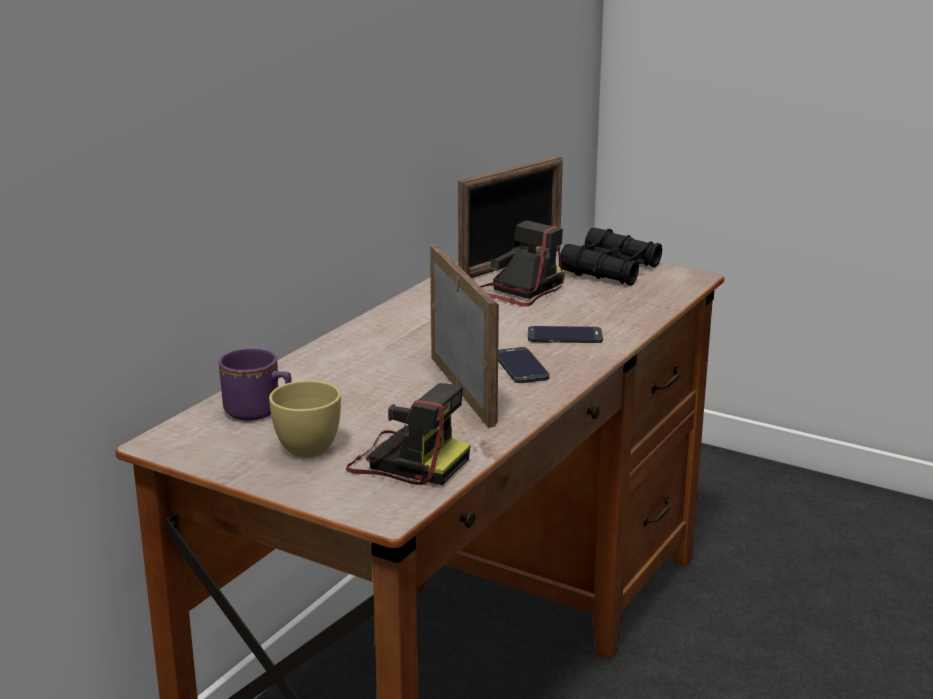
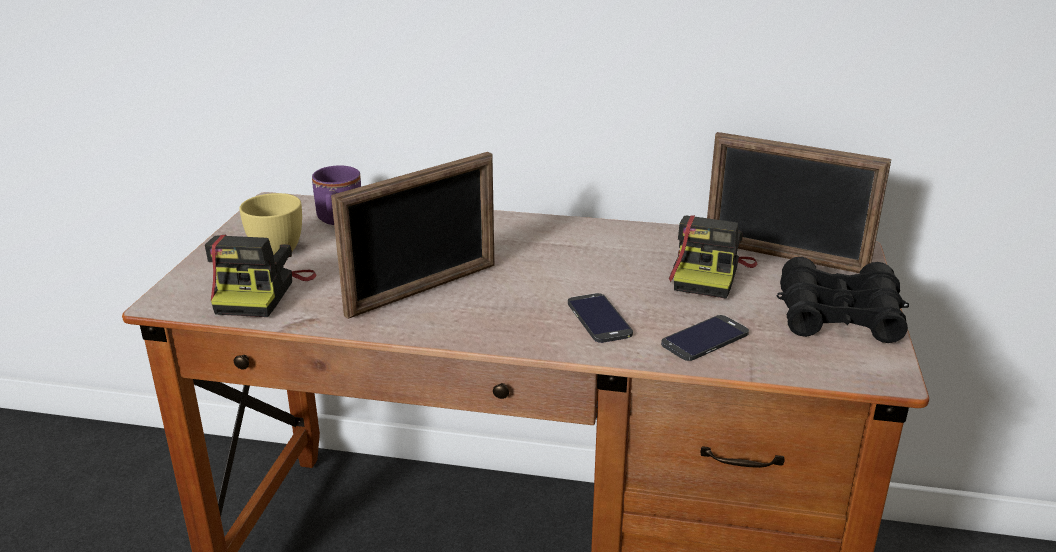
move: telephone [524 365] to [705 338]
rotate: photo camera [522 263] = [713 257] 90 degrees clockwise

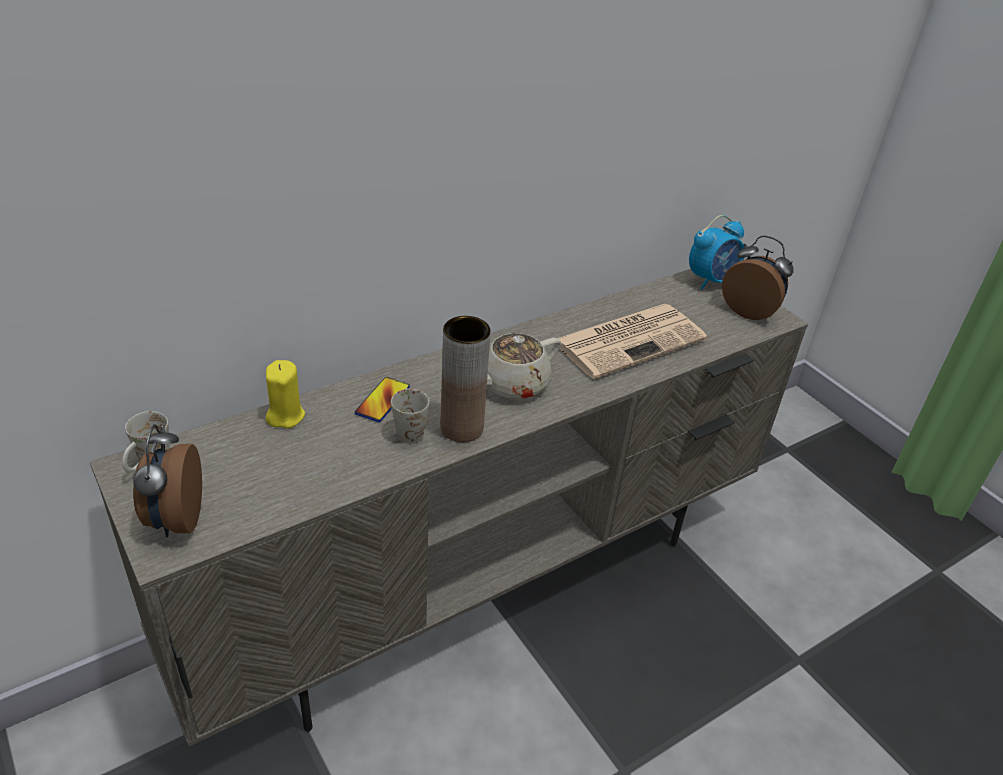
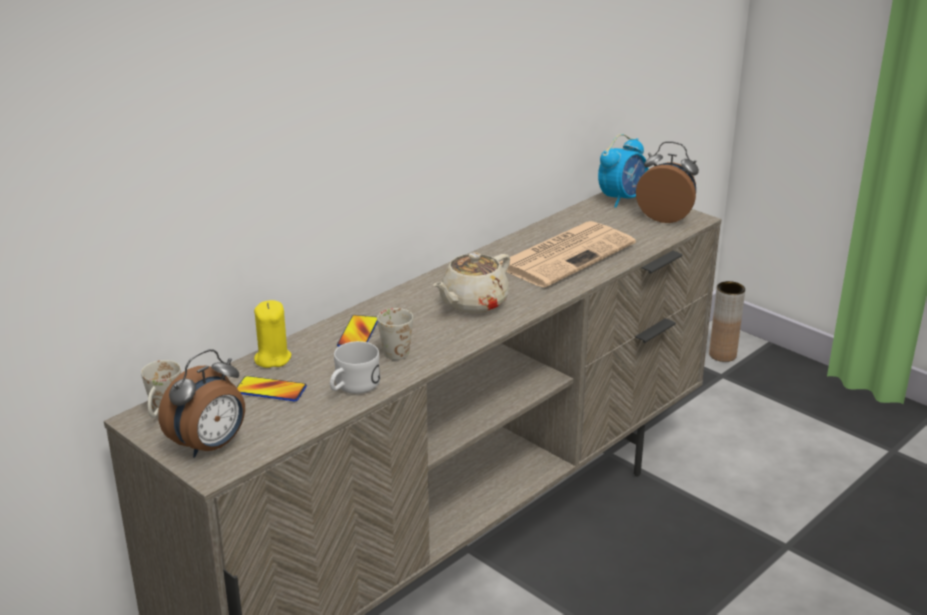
insert: white-coloured coffee mug [355 367]; telephone [271 388]
move: brownish flower vase [465 379] to [727 321]
rotate: table clock [167 480] = [201 403] 120 degrees counterclockwise

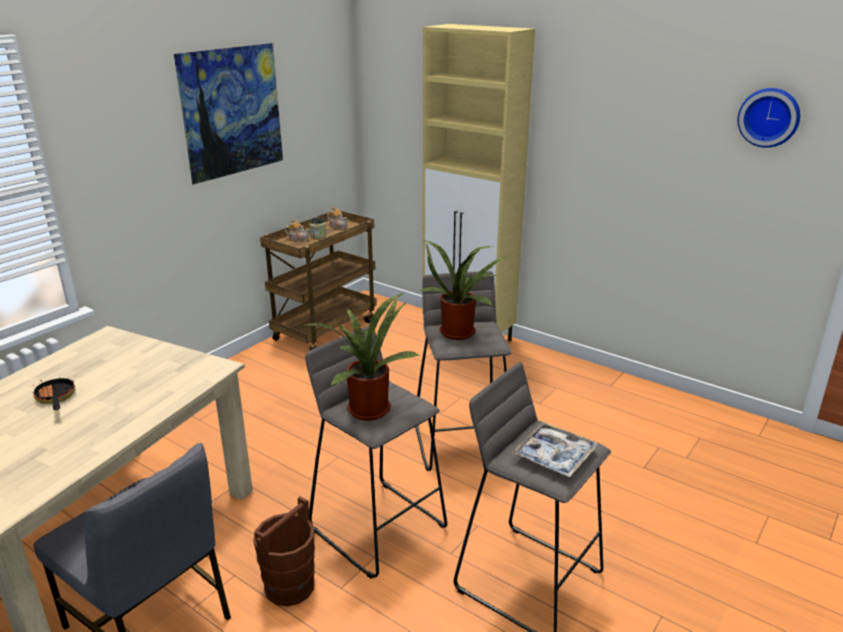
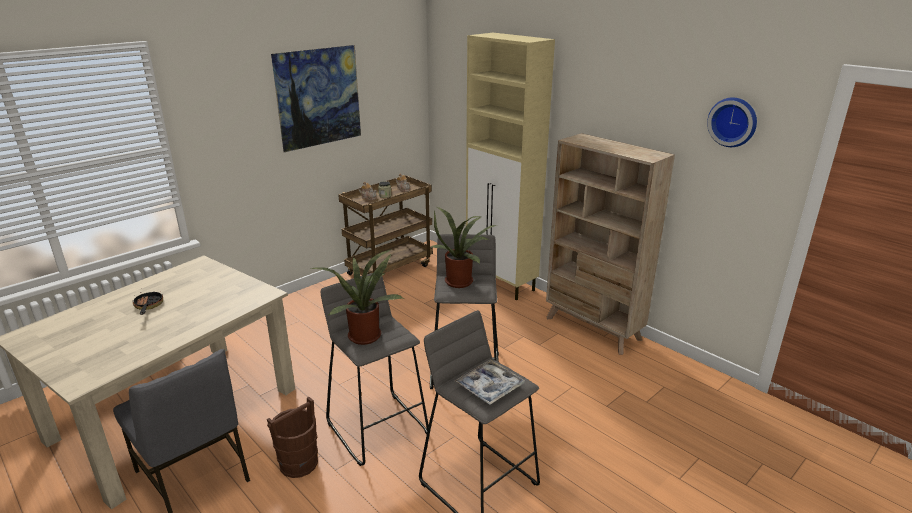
insert: beige-coloured bookcase [610 244]

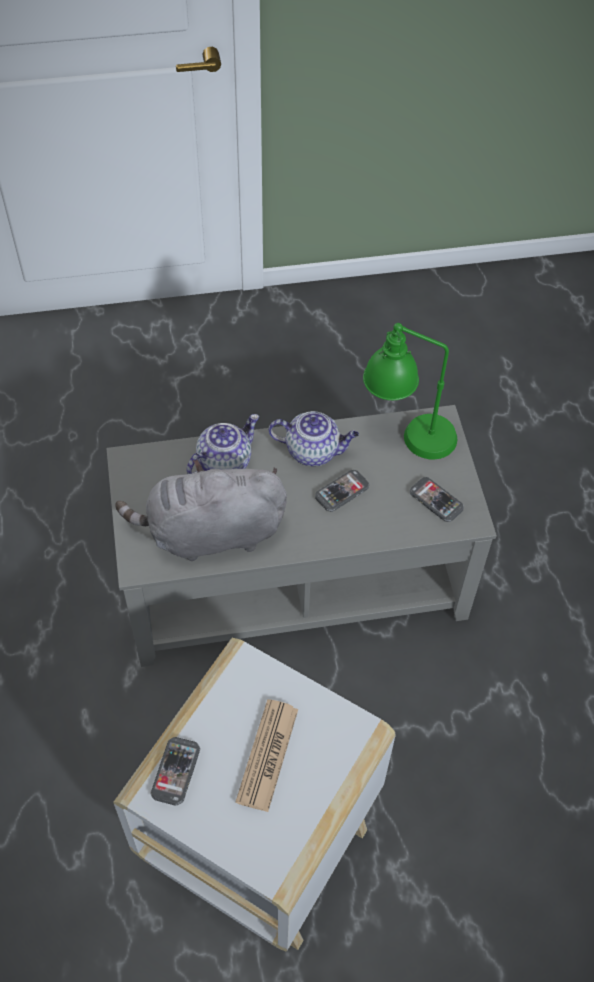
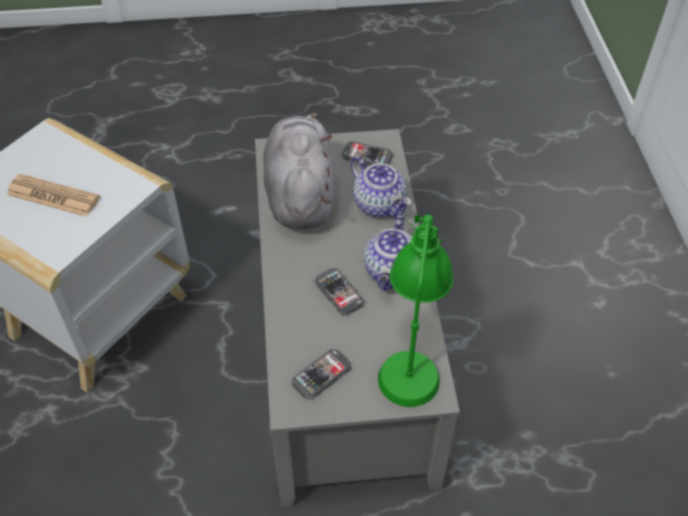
move: telephone [175 771] to [367 153]

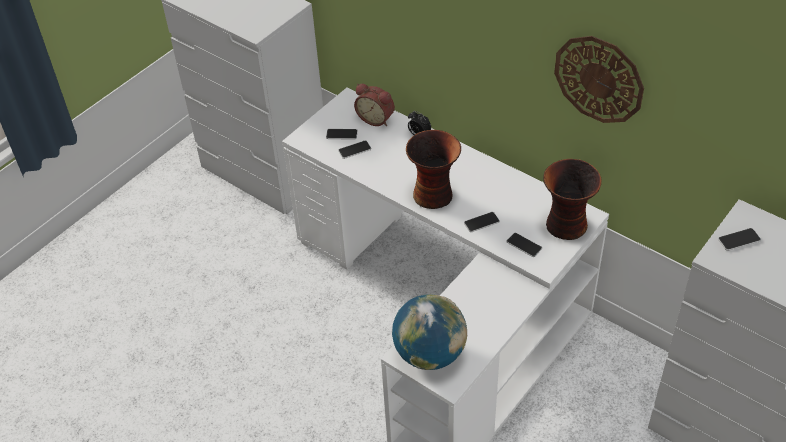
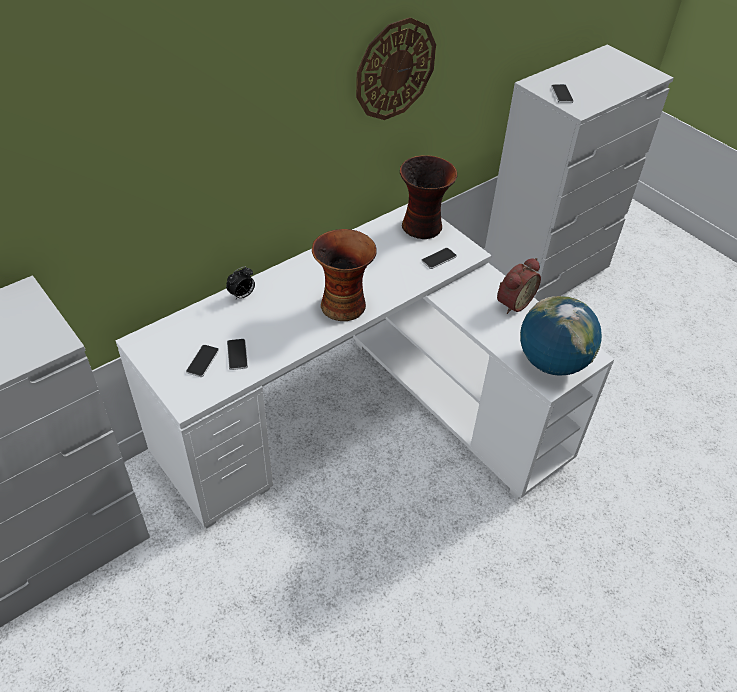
delete: telephone [482 222]
move: table clock [374 105] to [519 286]

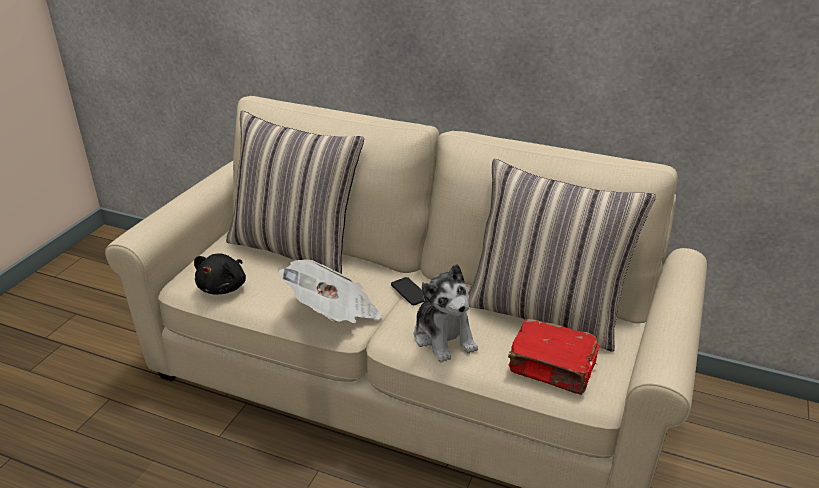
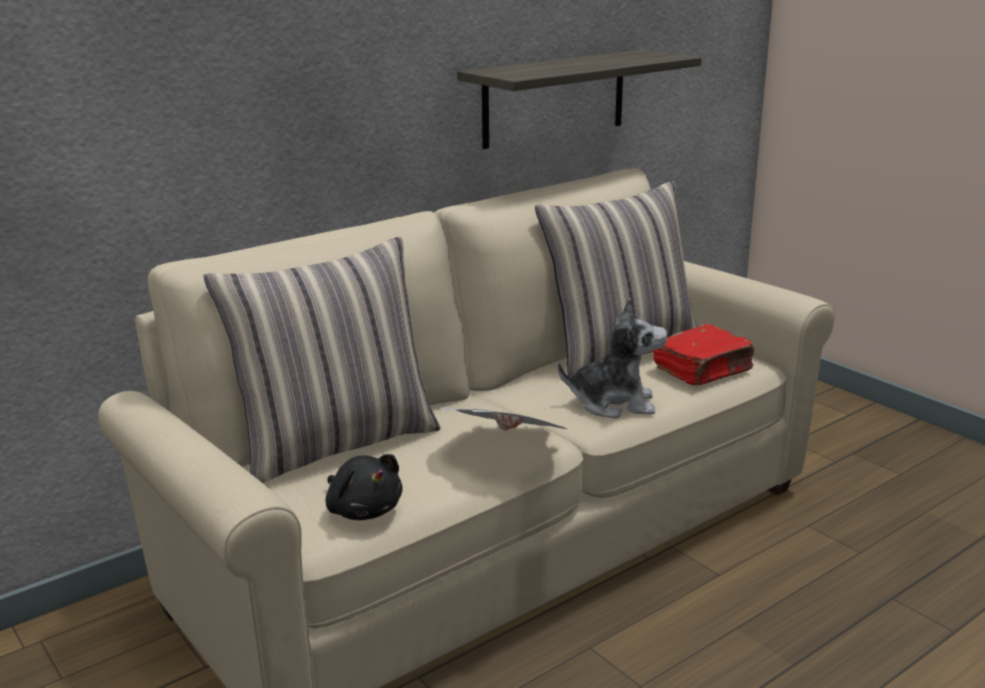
delete: telephone [407 291]
insert: wall shelf [579 99]

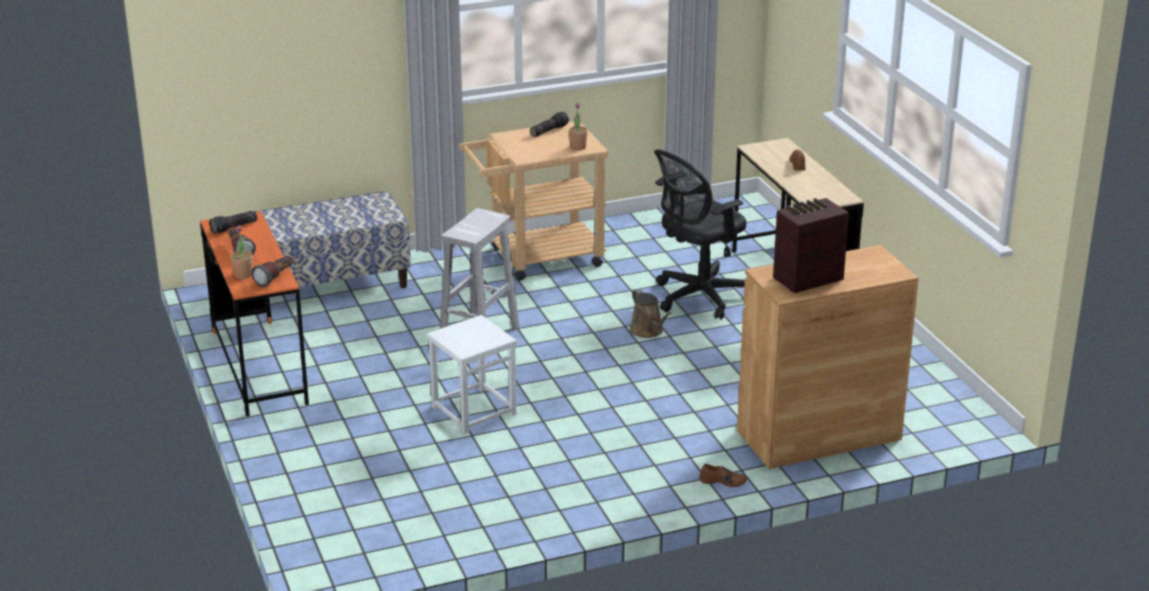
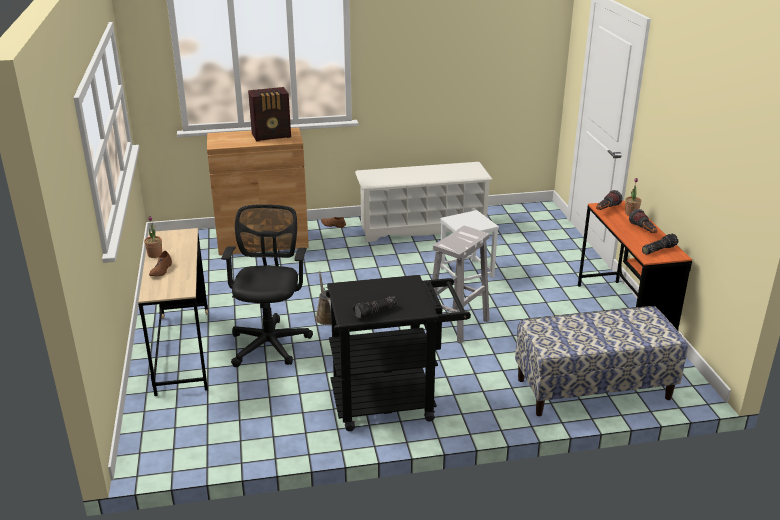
insert: white-coloured shoe stand [424 202]
move: houseplant [578 126] to [153 237]
recolor: beige-coloured trolley [534 201] to black trolley [398 353]
rotate: black office chair [700 234] = [267 285] 60 degrees counterclockwise

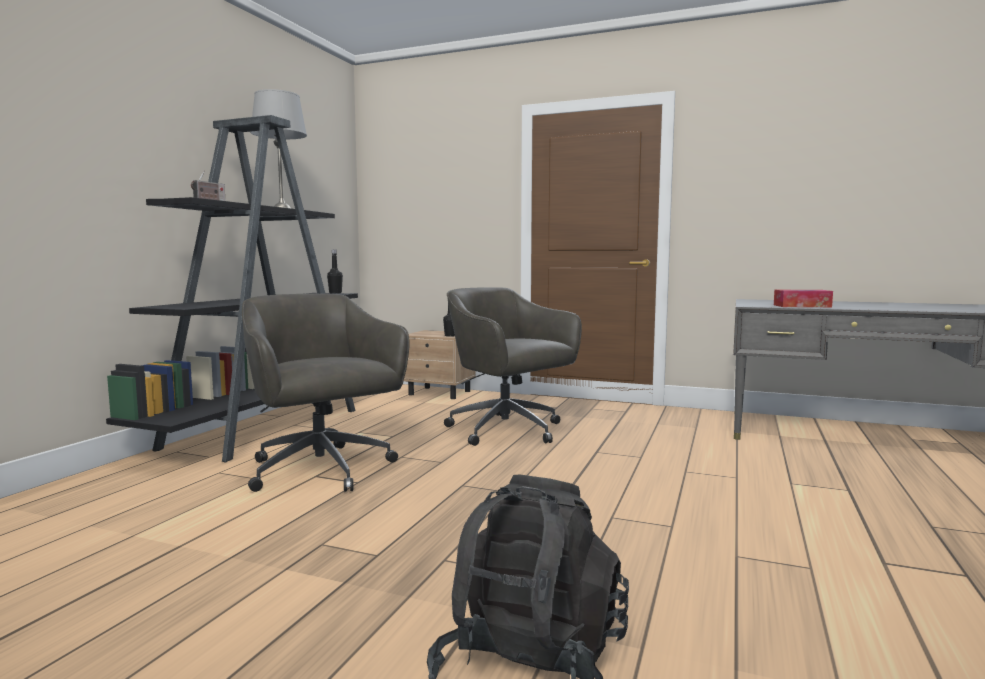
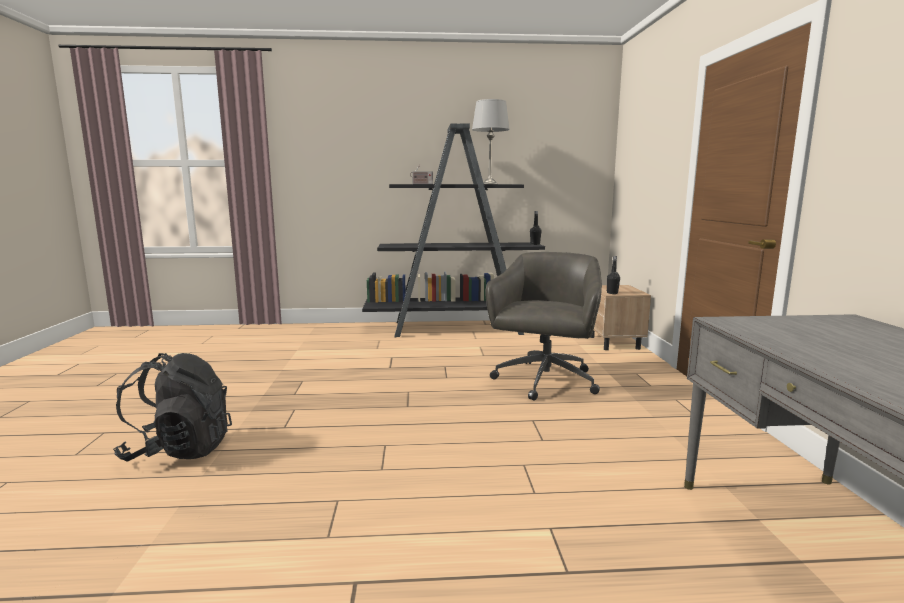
delete: tissue box [803 298]; greyish office chair [326 392]

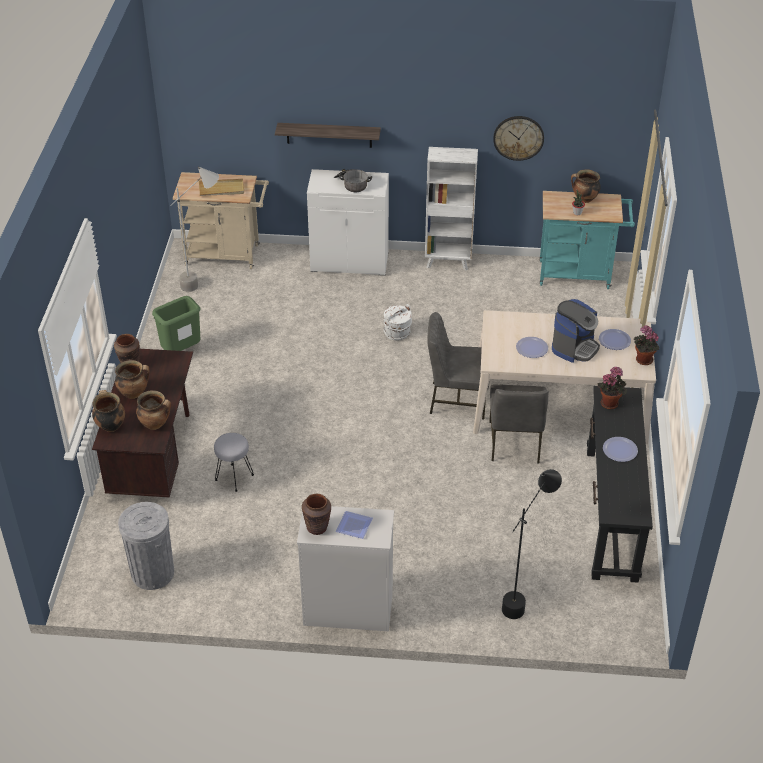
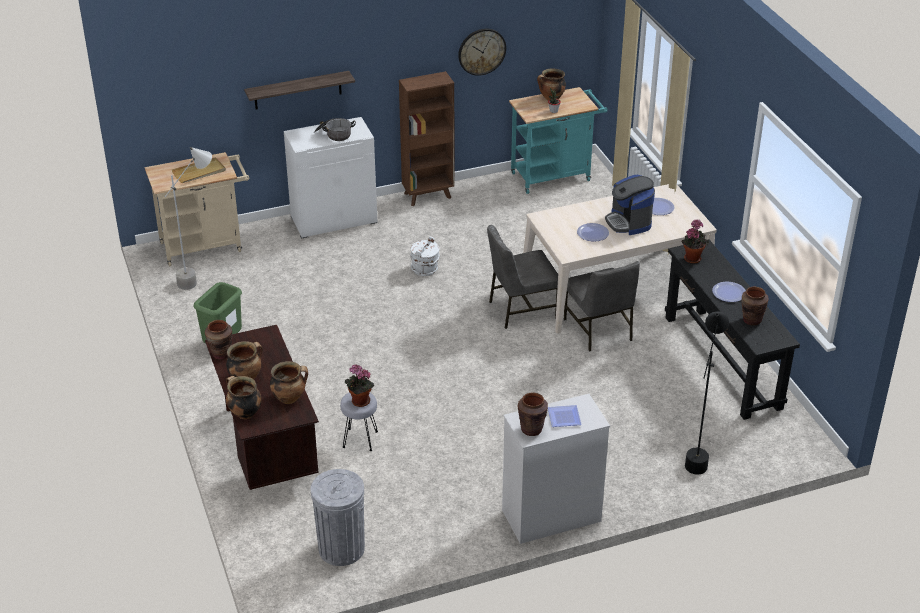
insert: brownish flower vase [755 306]
move: houseplant [646 345] to [360 385]
recolor: white-coloured bookcase [451 208] to brownish bookcase [427 138]
rotate: coffee maker [576 331] = [630 205] 150 degrees clockwise

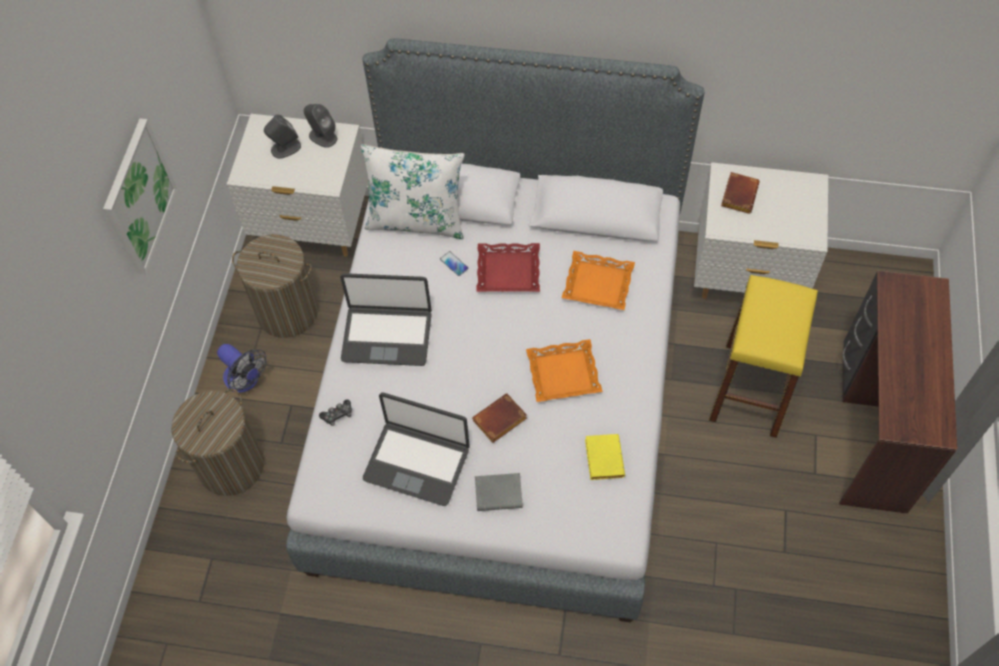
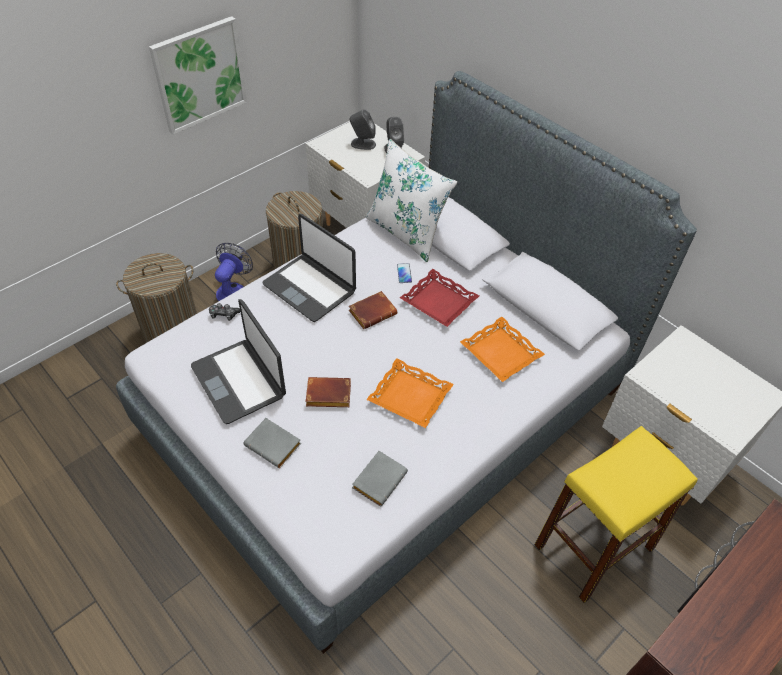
move: brownish book [740 193] to [373 310]
recolor: yellowish book [605 457] to greyish book [380 478]
rotate: cooling fan [241 368] = [234 272] 150 degrees counterclockwise

